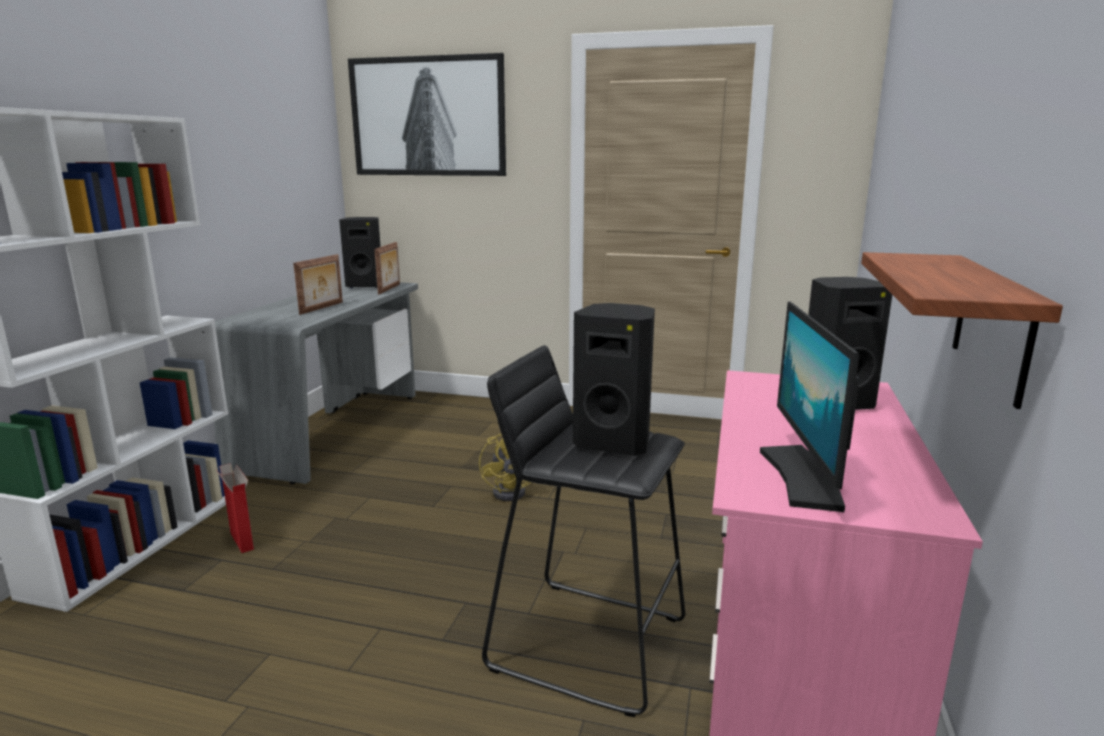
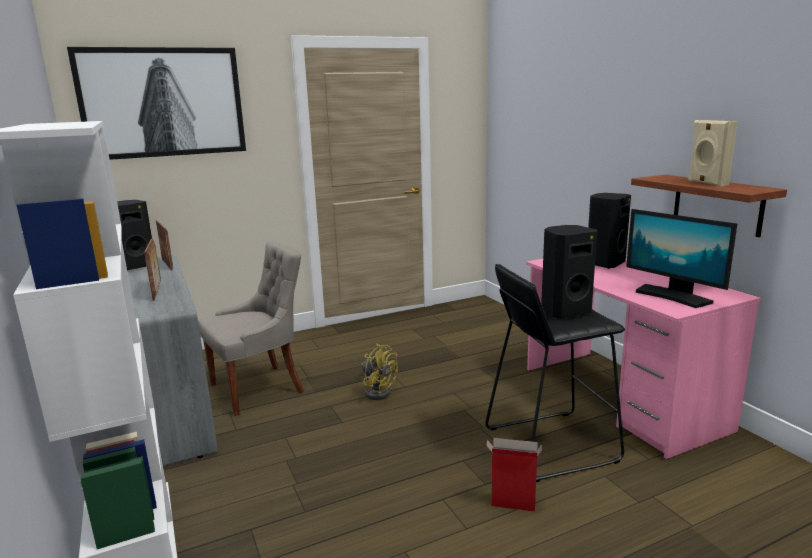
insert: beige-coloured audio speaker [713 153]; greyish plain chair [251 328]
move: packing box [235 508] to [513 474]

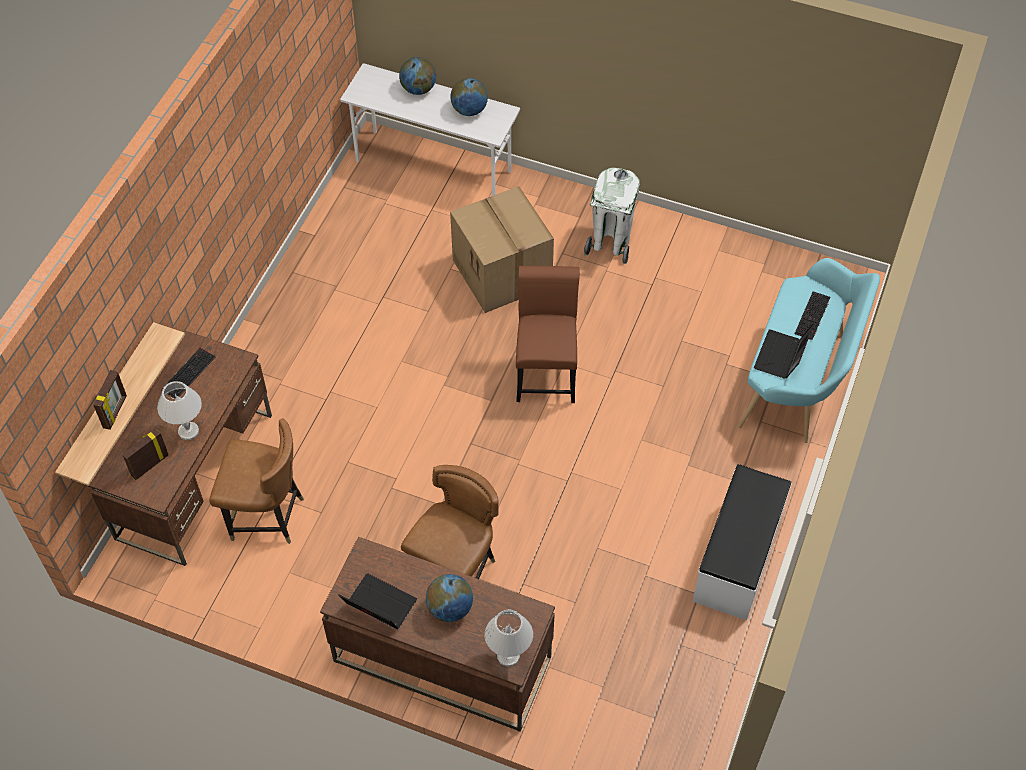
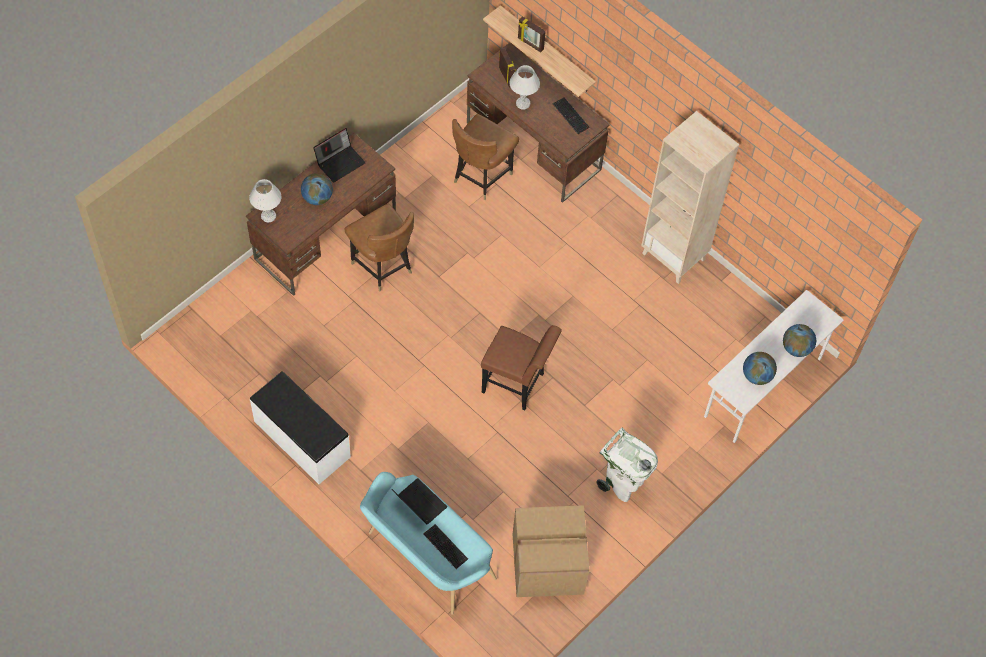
insert: beige-coloured bookcase [690 197]
move: packing box [502 249] to [550 551]

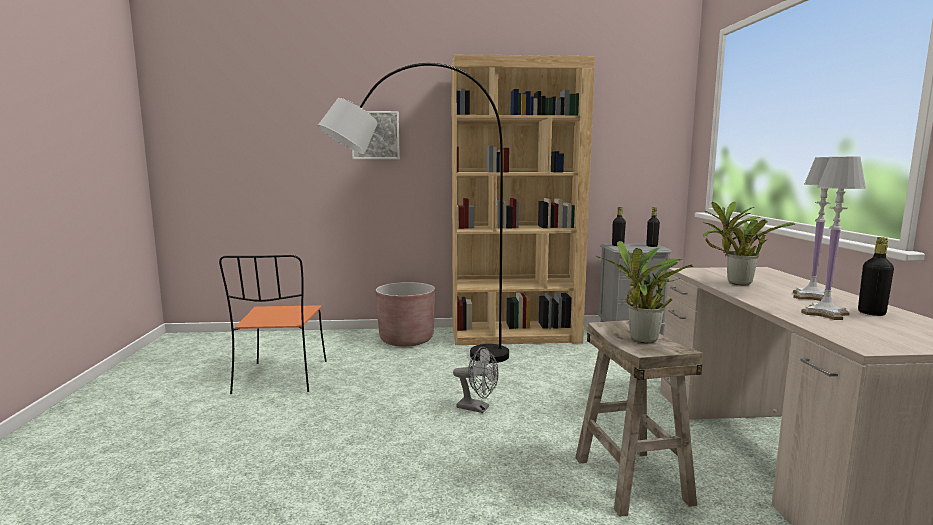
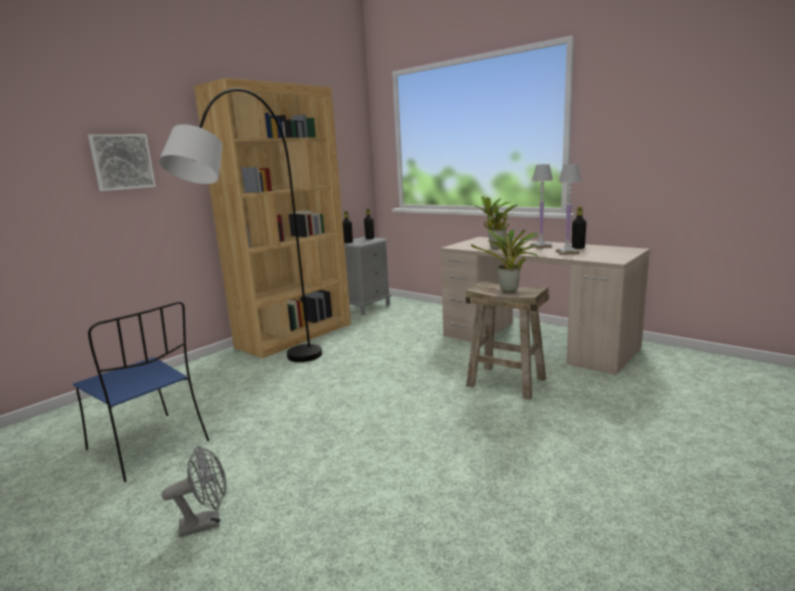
delete: brownish plant pot [405 314]
move: greyish cooling fan [475 380] to [193 491]
recolor: orange plain chair [273 324] to blue-coloured plain chair [141 392]

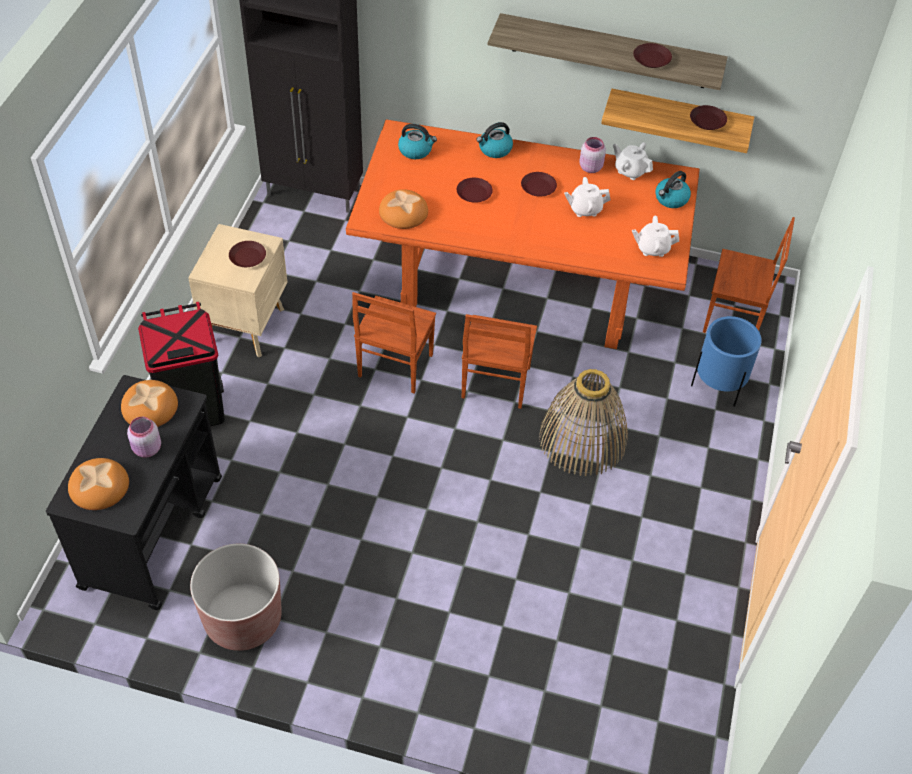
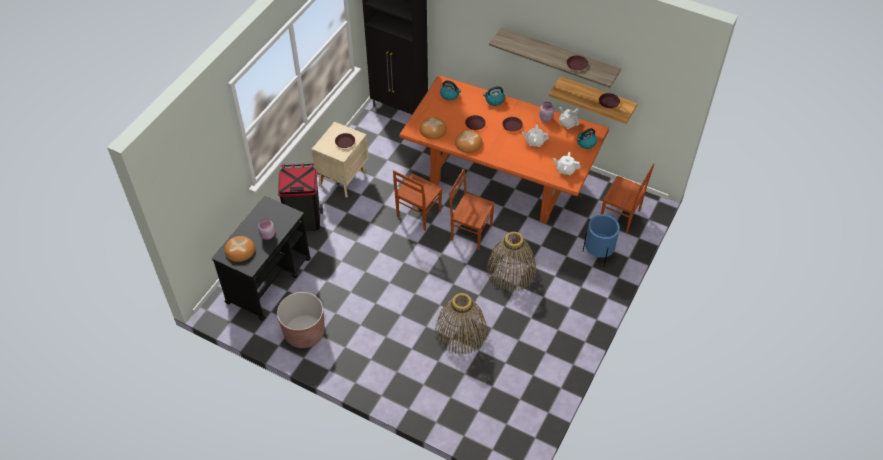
insert: household basket [461 323]
move: baked bread [149 403] to [469 141]
rotate: brownish plain chair [499 361] = [472 209] 90 degrees clockwise

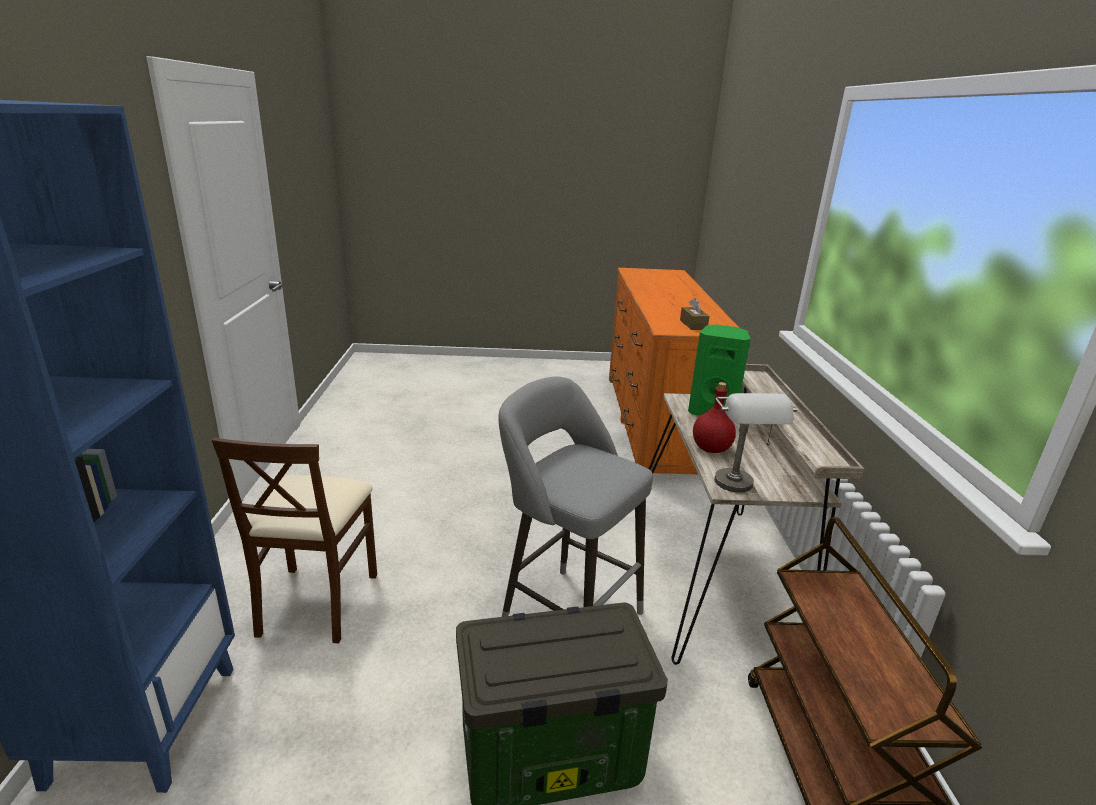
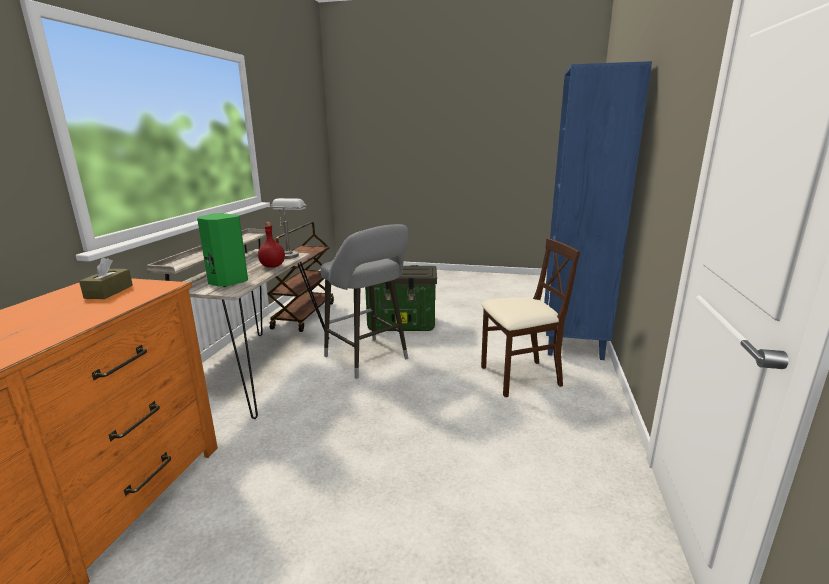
rotate: beige-coloured plain chair [294 540] = [530 317] 60 degrees clockwise

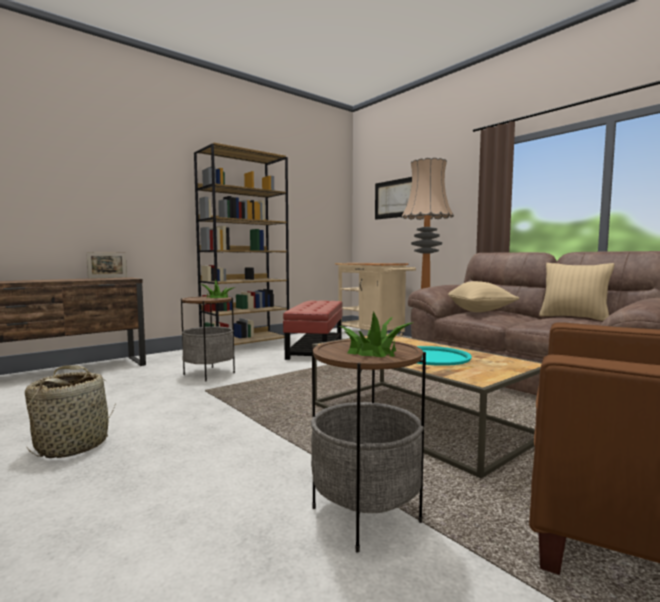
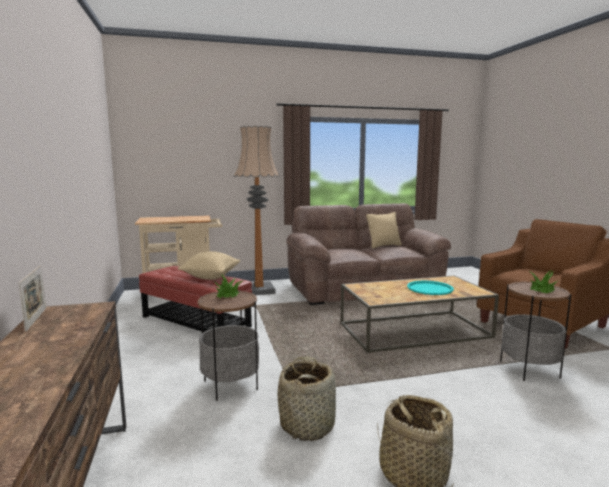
delete: brownish bookcase [241 244]; picture [393 198]
insert: household basket [307 398]
move: beige-coloured pillow [483 296] to [209 265]

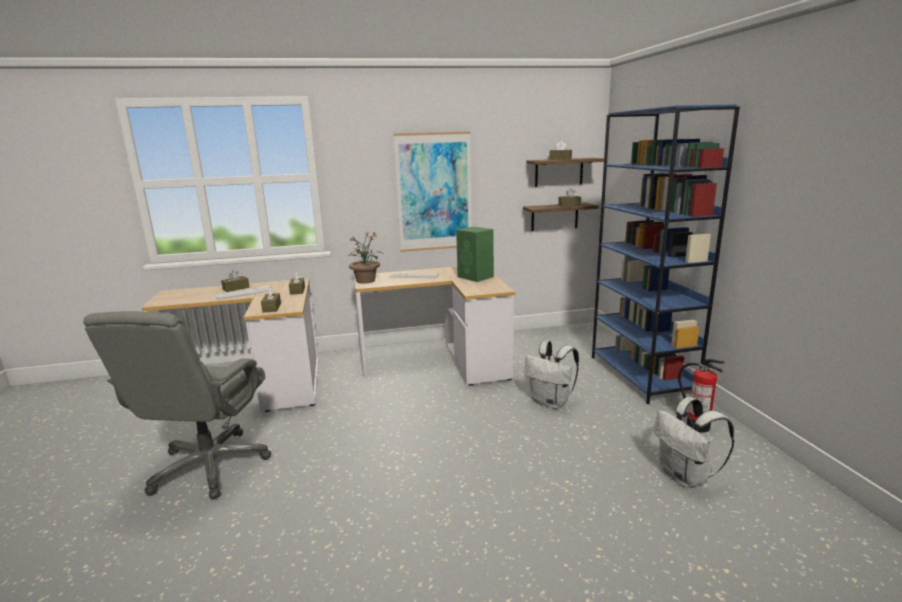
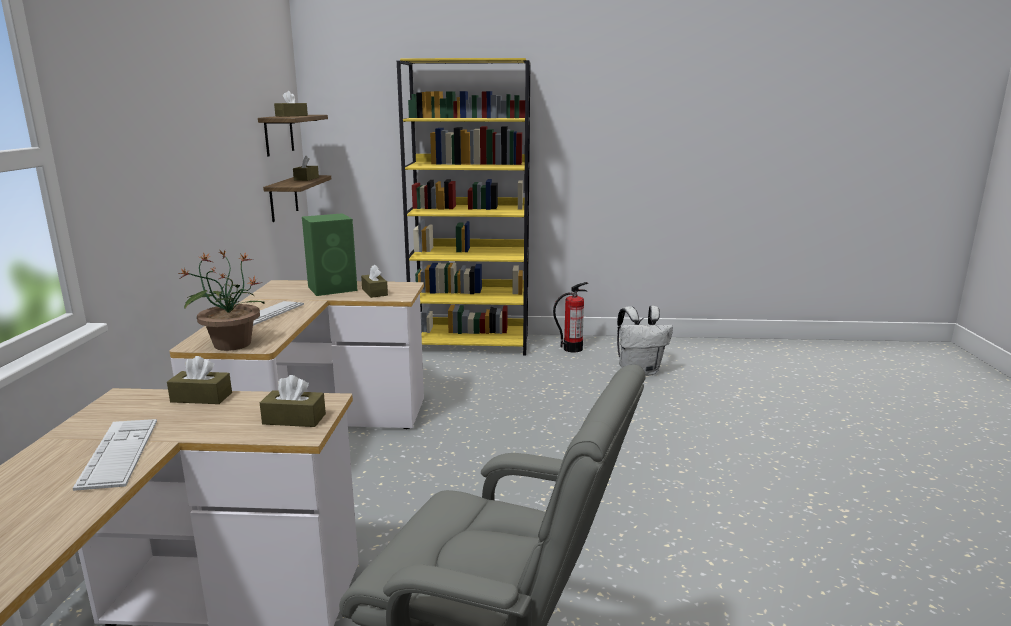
delete: picture [433 191]; white-coloured rucksack [552 374]
move: brownish tissue box [235 281] to [374 281]
recolor: blue-coloured bookcase [666 254] to yellowish bookcase [463 206]

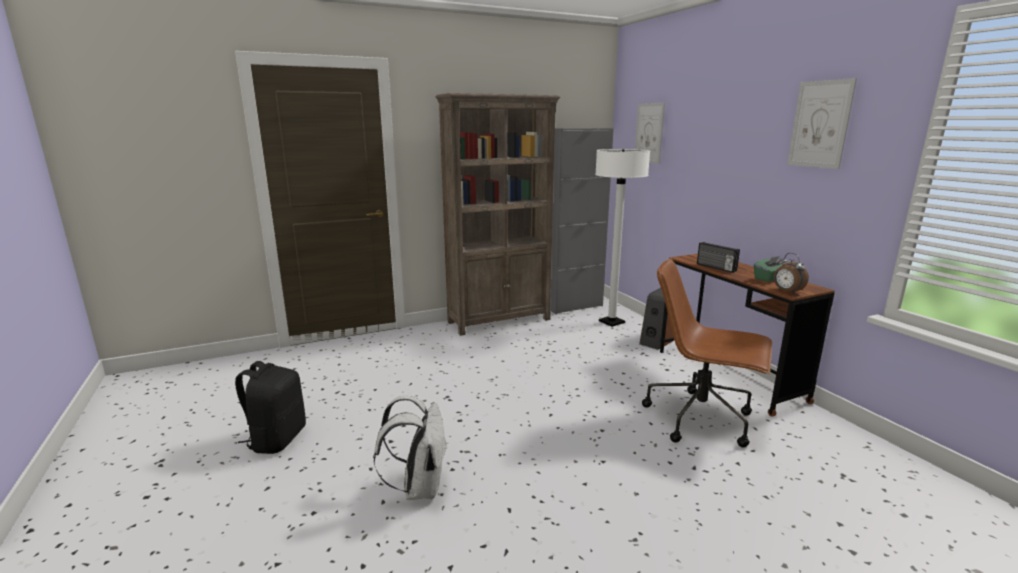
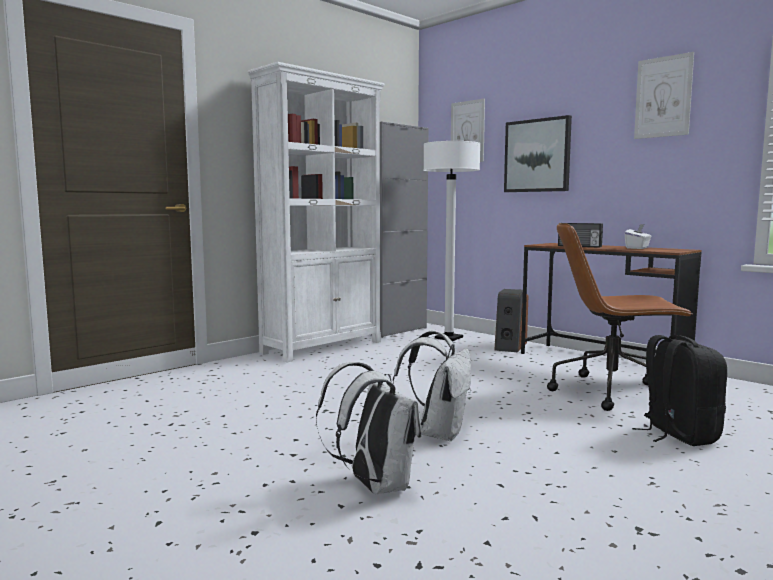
delete: table clock [791 273]
insert: picture [538 153]; white-coloured rucksack [432 385]
move: black rucksack [270 407] to [679 390]
recolor: brownish bookcase [497 214] to white-coloured bookcase [316 212]; greenish tissue box [768 269] to white-coloured tissue box [638 236]

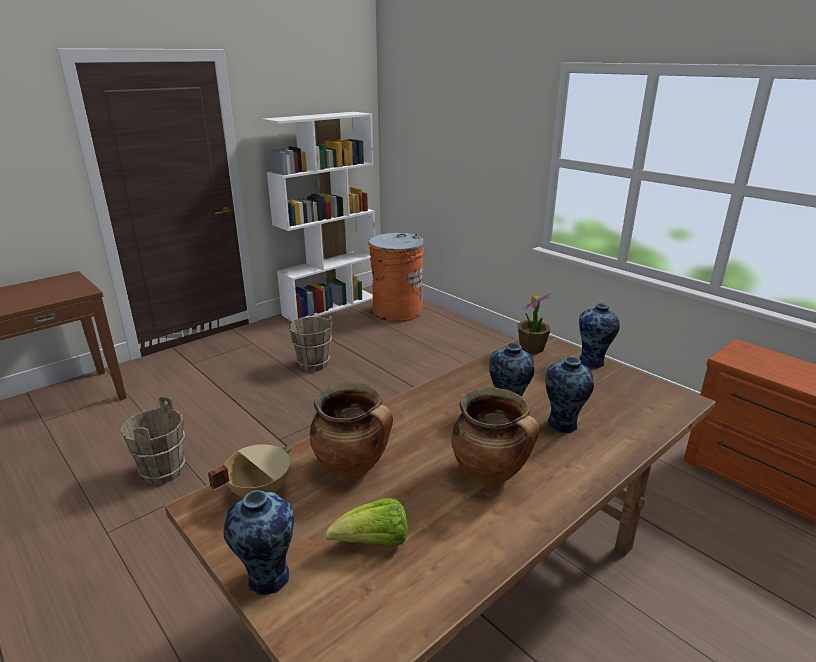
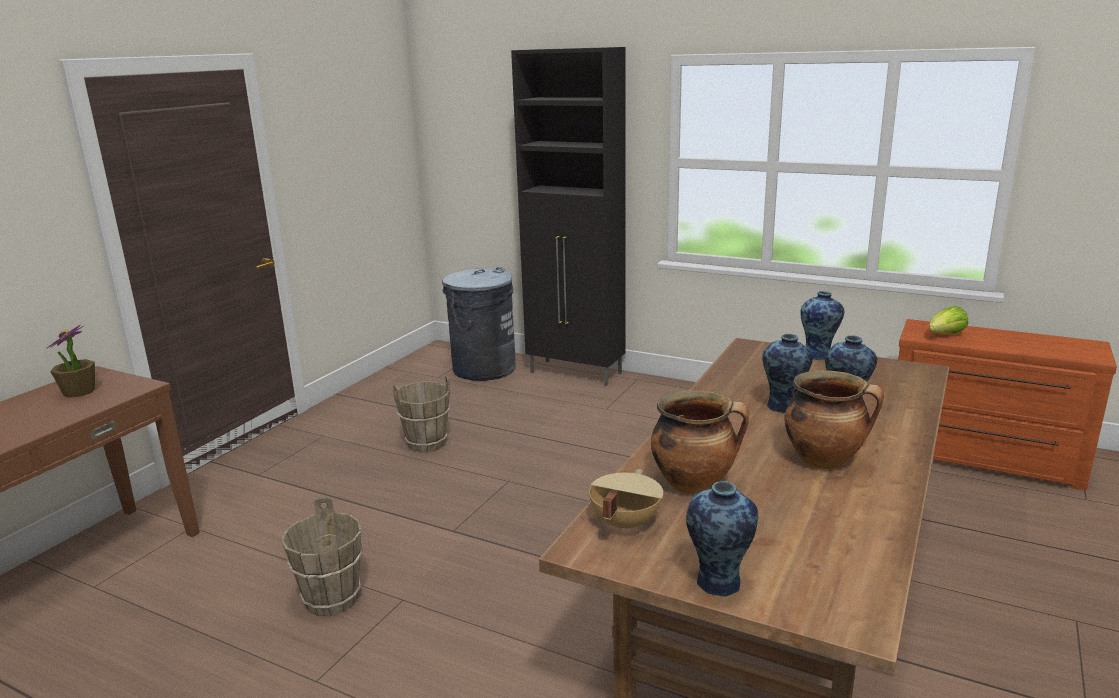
delete: white-coloured bookcase [318 217]
insert: black storage cabinet [568 216]
move: houseplant [533 324] to [70 361]; lettuce head [366 522] to [948 320]
recolor: orange rubbish bin [396 277] to greyish rubbish bin [479 324]

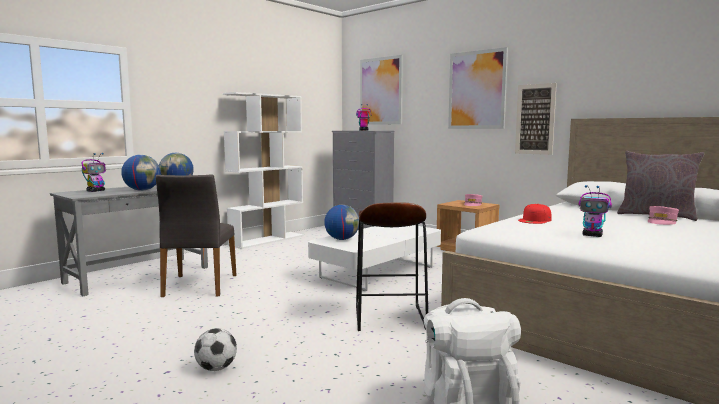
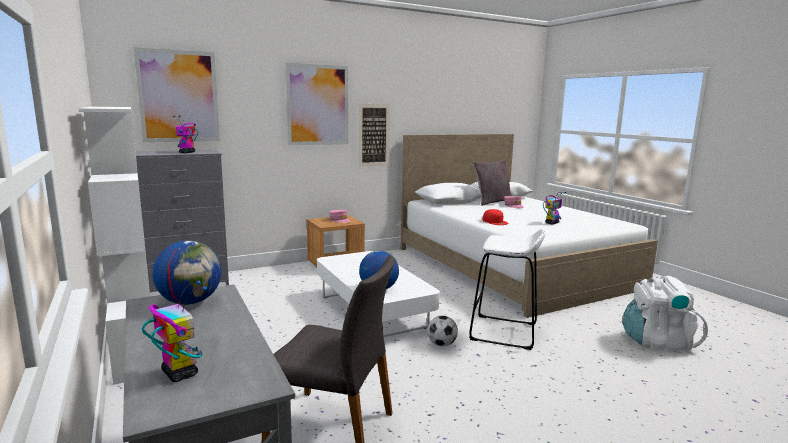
delete: globe [141 173]
move: ball for football [215 349] to [442 331]
recolor: brownish stool seat [392 266] to white-coloured stool seat [507 289]

